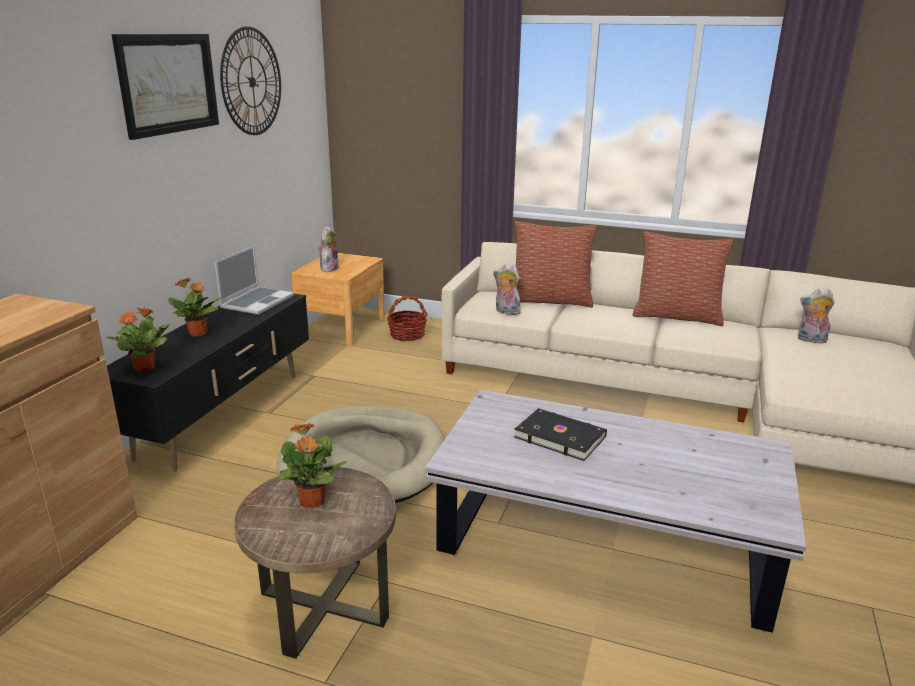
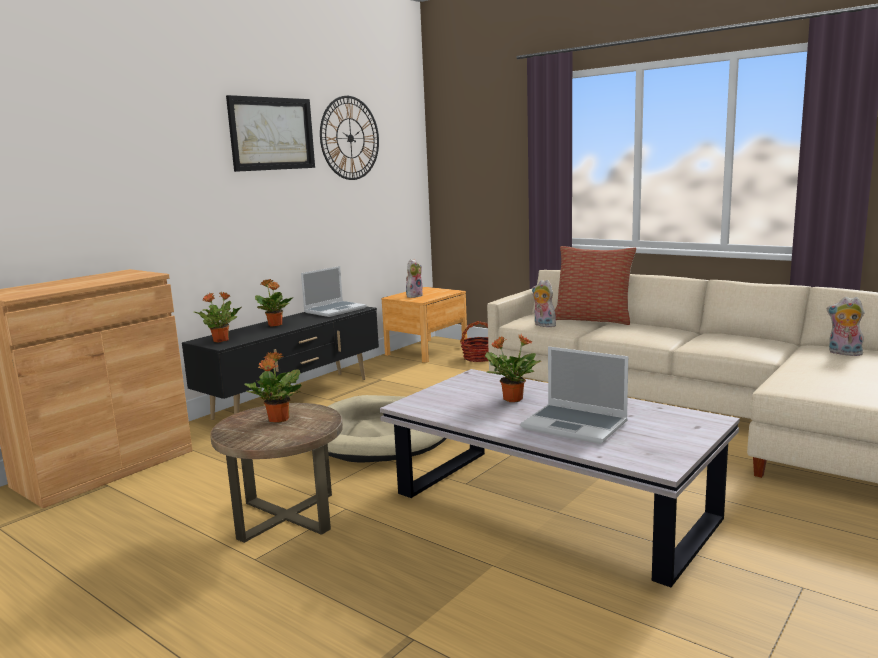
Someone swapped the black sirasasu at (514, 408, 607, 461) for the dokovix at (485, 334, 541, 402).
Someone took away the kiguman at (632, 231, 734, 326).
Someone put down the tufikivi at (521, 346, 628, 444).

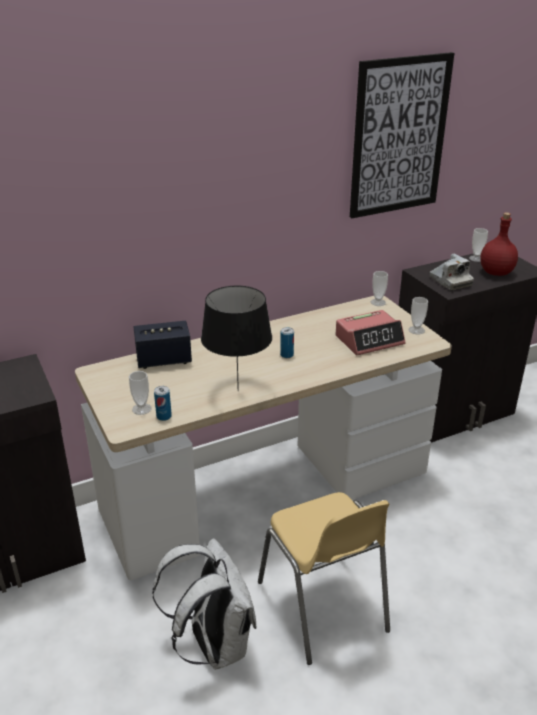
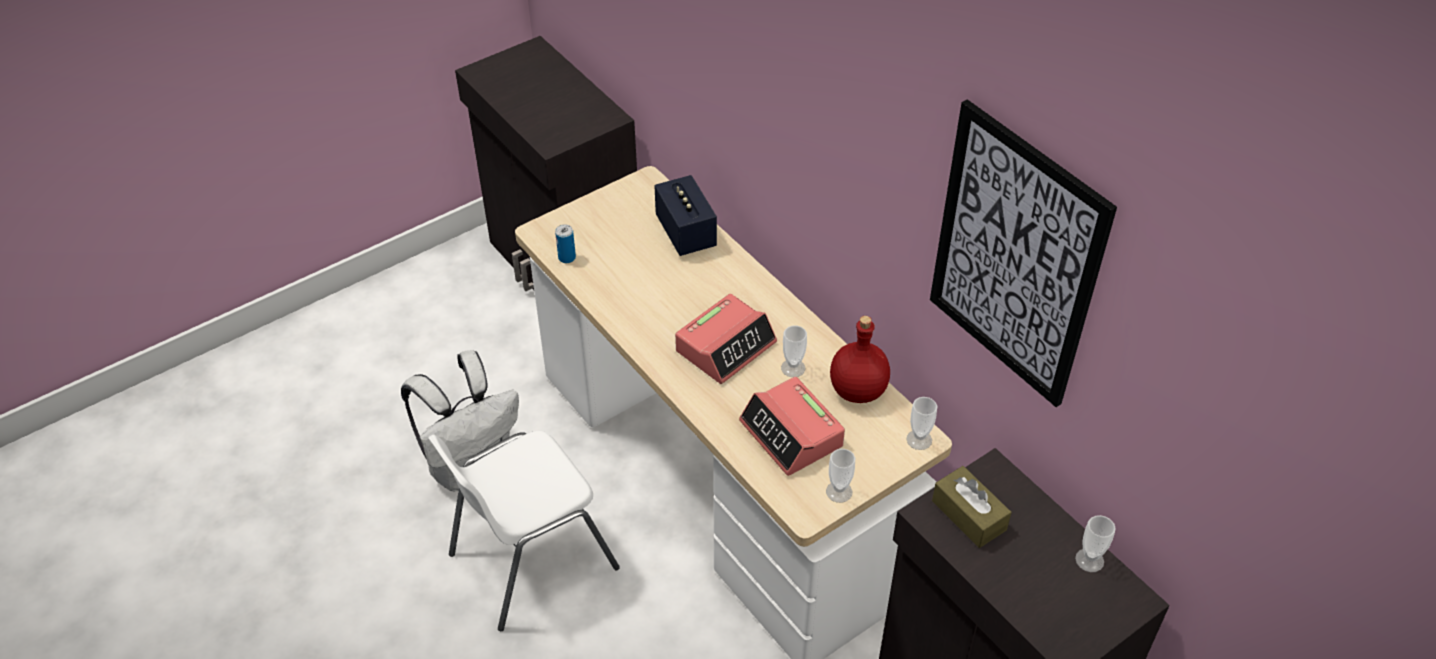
Someone carried the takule from (129, 371, 152, 415) to (781, 326, 807, 377).
Someone took away the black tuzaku at (201, 286, 272, 391).
Someone repainted the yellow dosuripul at (258, 492, 390, 665), which became the white dosuripul at (428, 431, 620, 631).
Someone swapped the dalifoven at (280, 327, 294, 358) for the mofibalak at (675, 294, 777, 384).
Someone swapped the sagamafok at (430, 253, 474, 290) for the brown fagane at (932, 466, 1011, 548).
Someone carried the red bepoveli from (480, 212, 518, 276) to (830, 316, 890, 403).

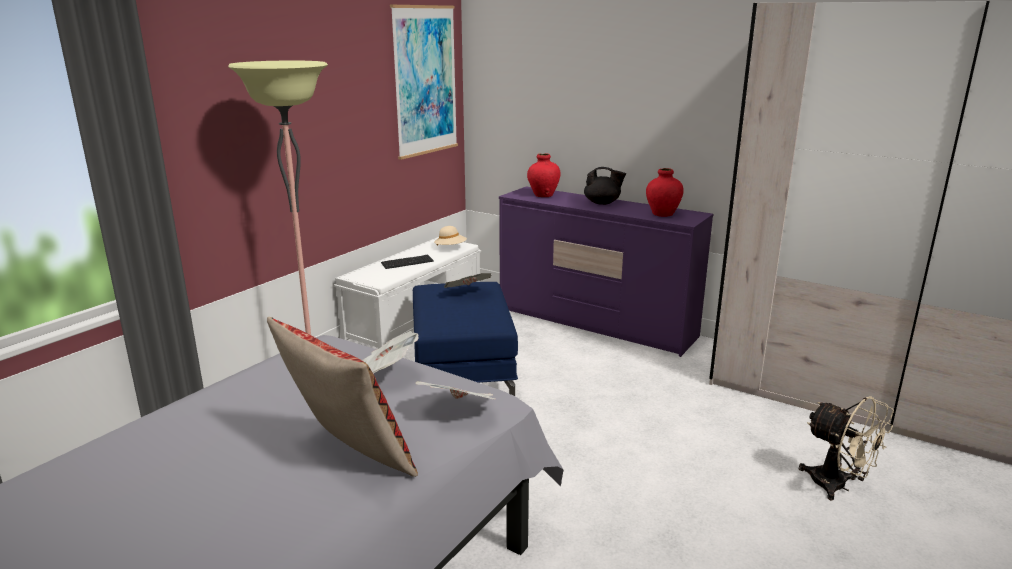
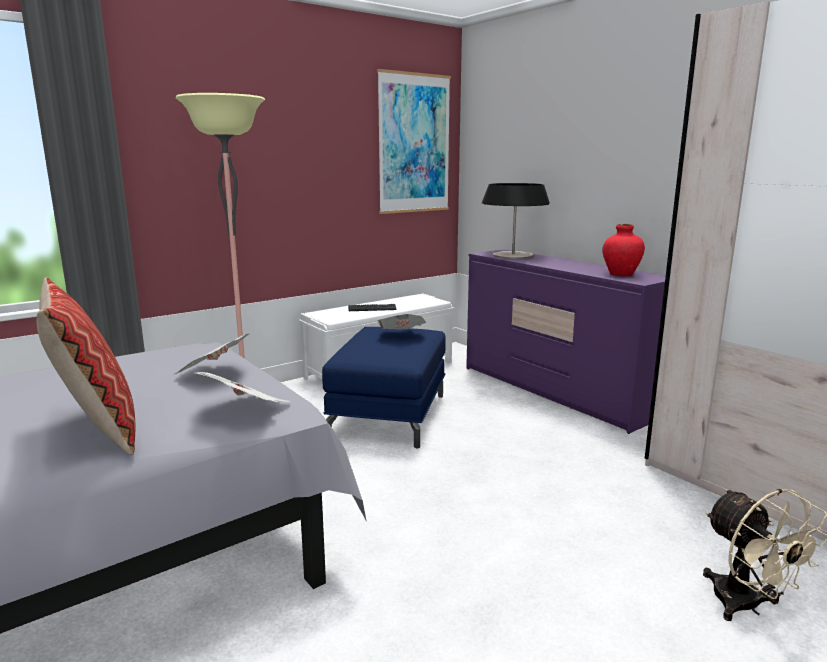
Someone took away the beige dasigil at (434, 226, 467, 246).
Someone swapped the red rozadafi at (527, 153, 561, 197) for the tuzaku at (482, 183, 550, 259).
Someone took away the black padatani at (584, 167, 626, 205).

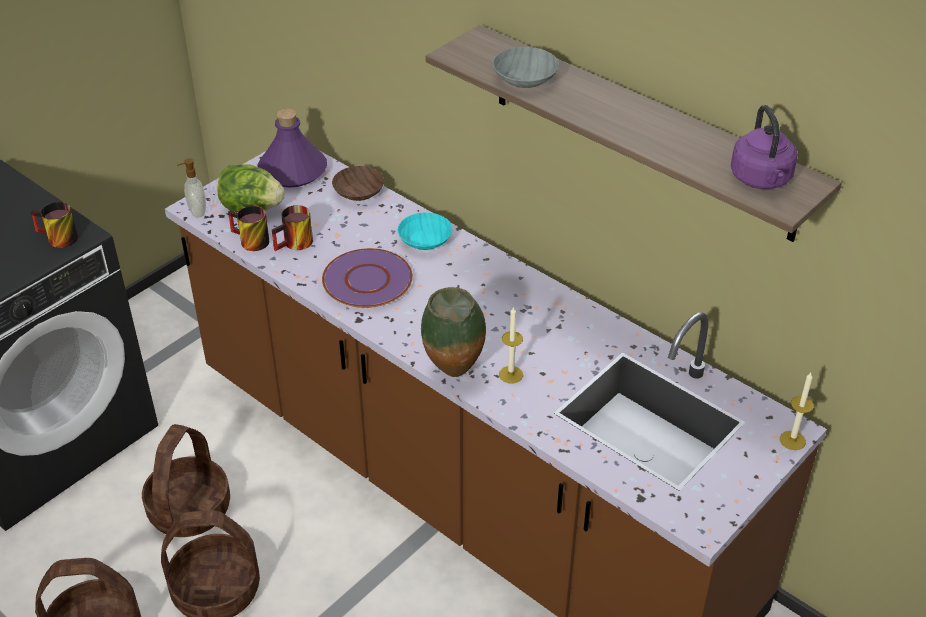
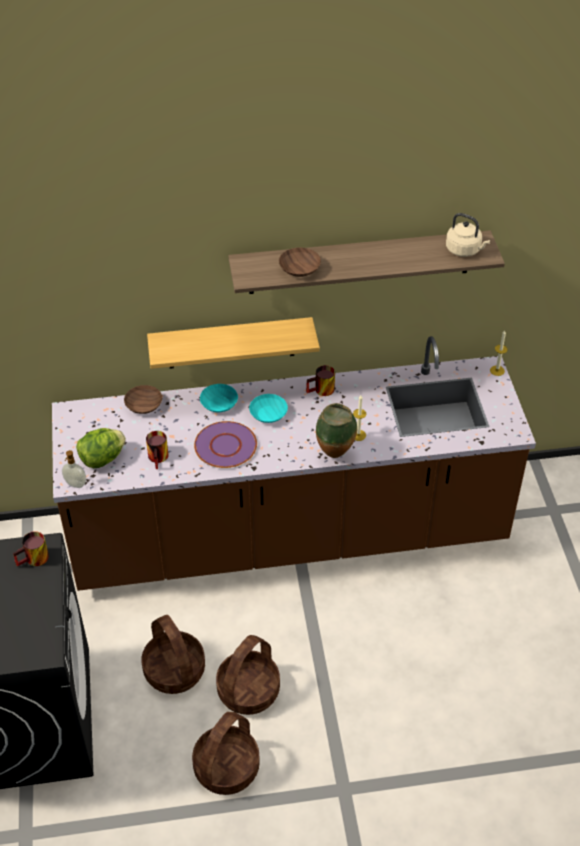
Someone carried the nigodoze from (228, 206, 269, 251) to (306, 365, 335, 396).
Someone took away the purple bepoveli at (257, 109, 327, 188).
Someone repainted the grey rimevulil at (493, 47, 559, 88), which became the brown rimevulil at (279, 248, 321, 277).
Someone repainted the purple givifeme at (731, 105, 798, 189), which became the beige givifeme at (446, 213, 490, 257).
Someone put up the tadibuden at (147, 317, 320, 369).
Someone put down the turquoise rimevulil at (249, 394, 288, 423).

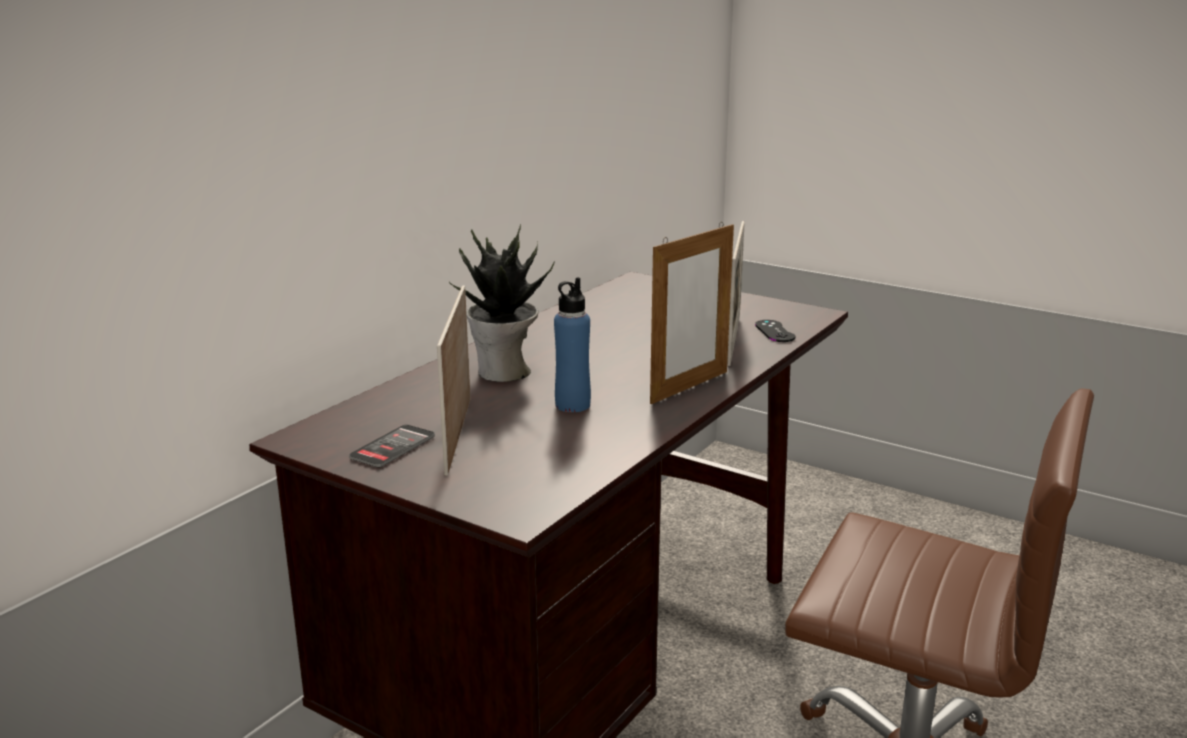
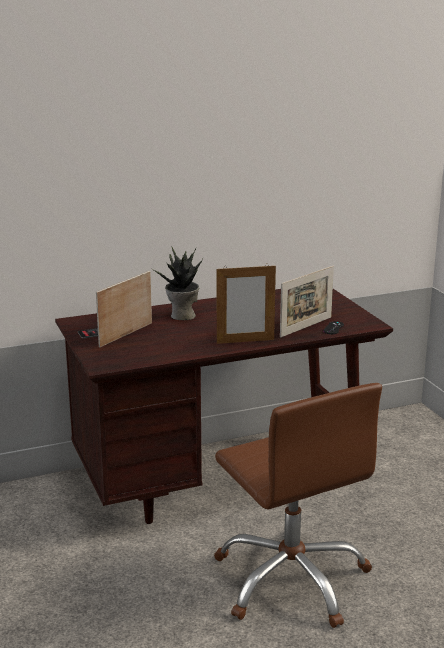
Someone took away the blue bepoveli at (554, 277, 591, 412).

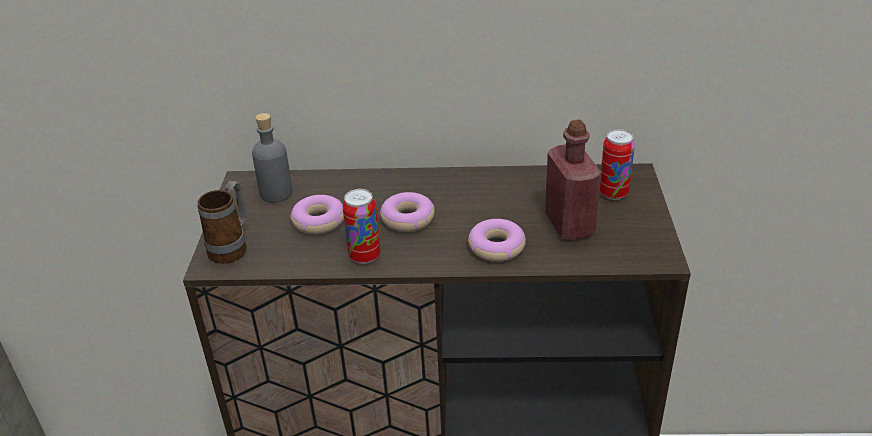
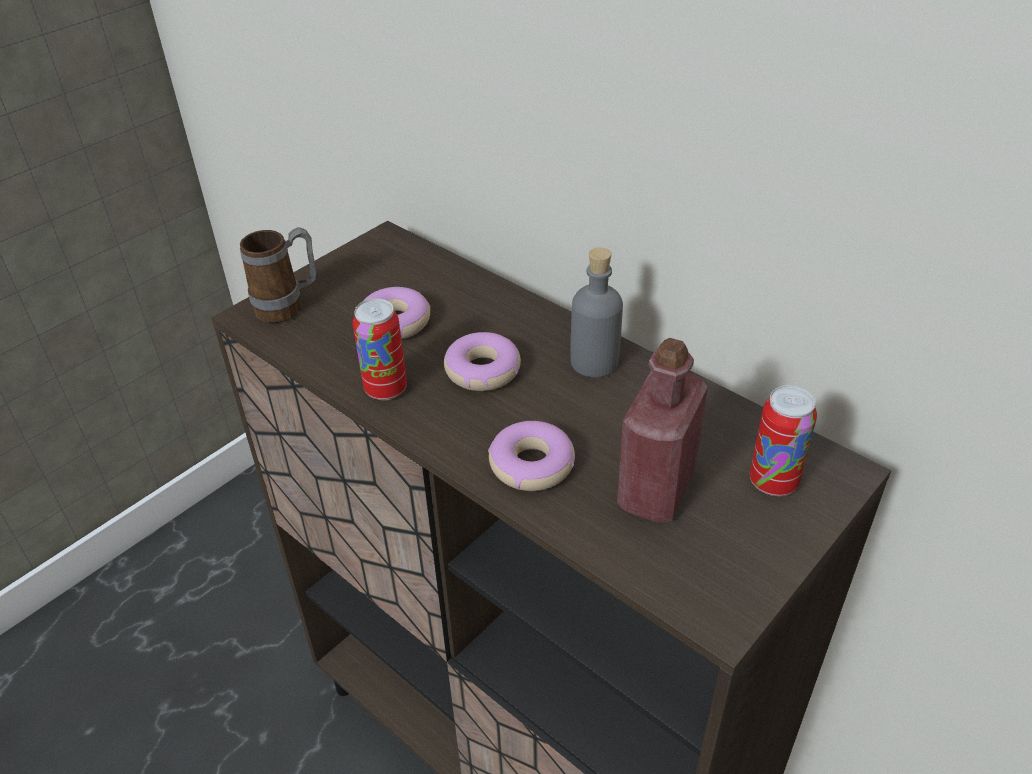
Someone carried the grey bepoveli from (252, 113, 293, 202) to (570, 247, 623, 377).

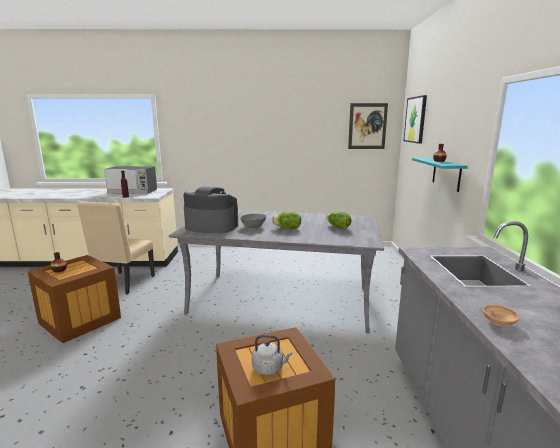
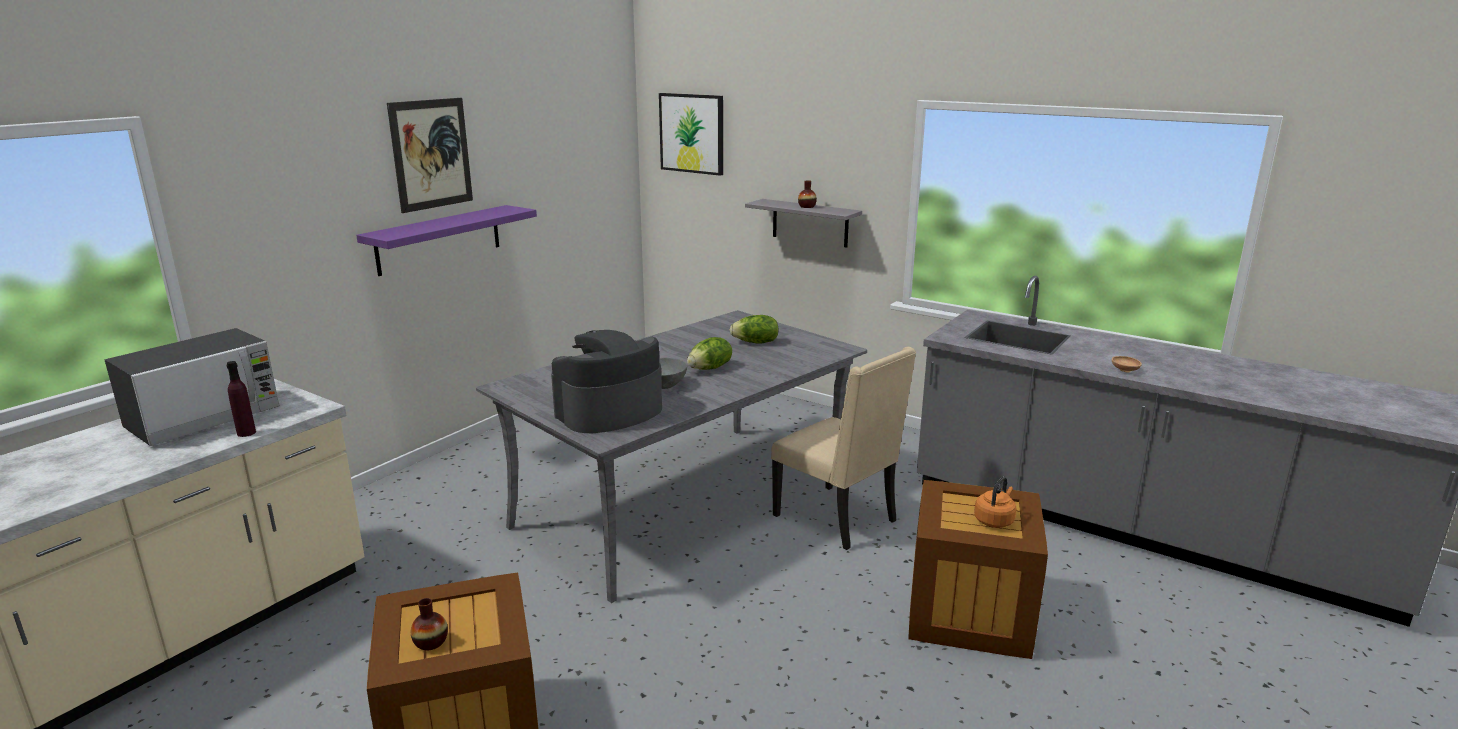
Someone carried the beige dosuripul from (77, 201, 155, 295) to (771, 347, 916, 550).
Someone repainted the grey givifeme at (252, 335, 292, 375), which became the orange givifeme at (974, 476, 1016, 528).
Someone carried the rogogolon from (348, 103, 388, 149) to (387, 98, 473, 213).
Someone repainted the turquoise tadibuden at (412, 158, 468, 192), which became the grey tadibuden at (745, 199, 862, 247).
Someone put up the purple tadibuden at (356, 205, 537, 276).

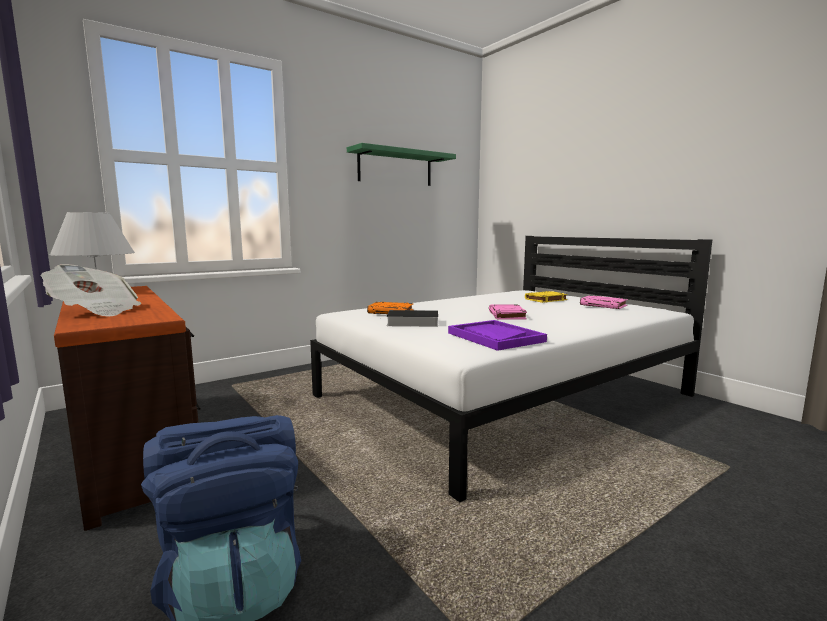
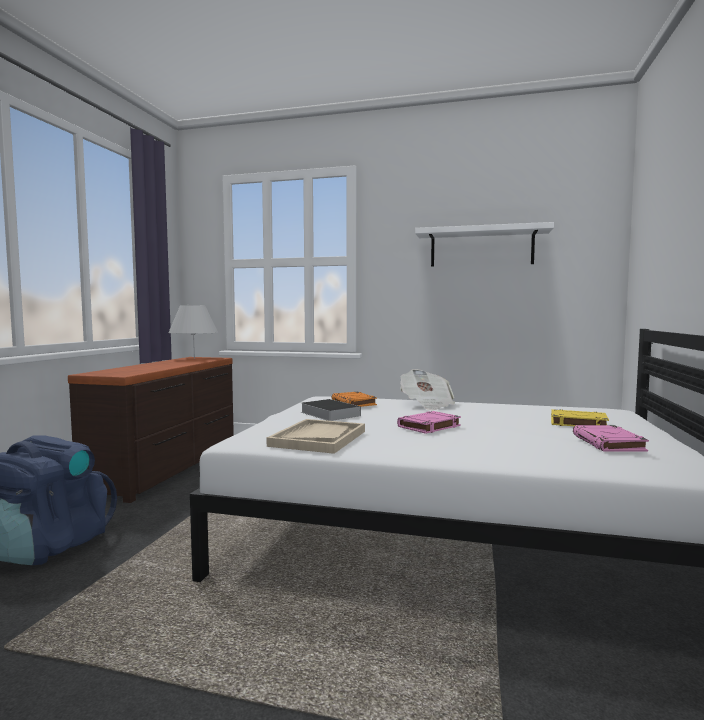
Someone carried the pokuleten from (41, 264, 142, 317) to (400, 369, 455, 410).
Someone repainted the green tadibuden at (347, 143, 456, 186), which became the white tadibuden at (415, 222, 554, 267).
Someone repainted the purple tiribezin at (448, 320, 547, 351), which became the beige tiribezin at (267, 419, 365, 454).

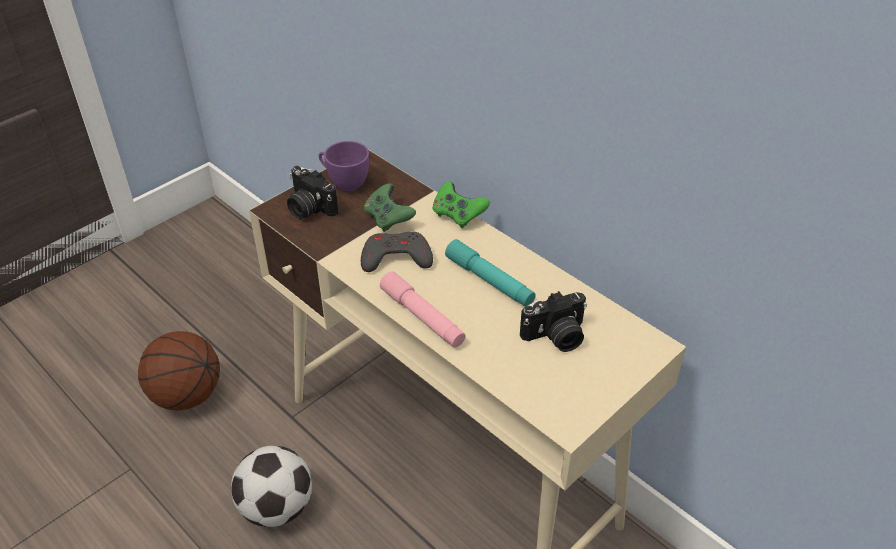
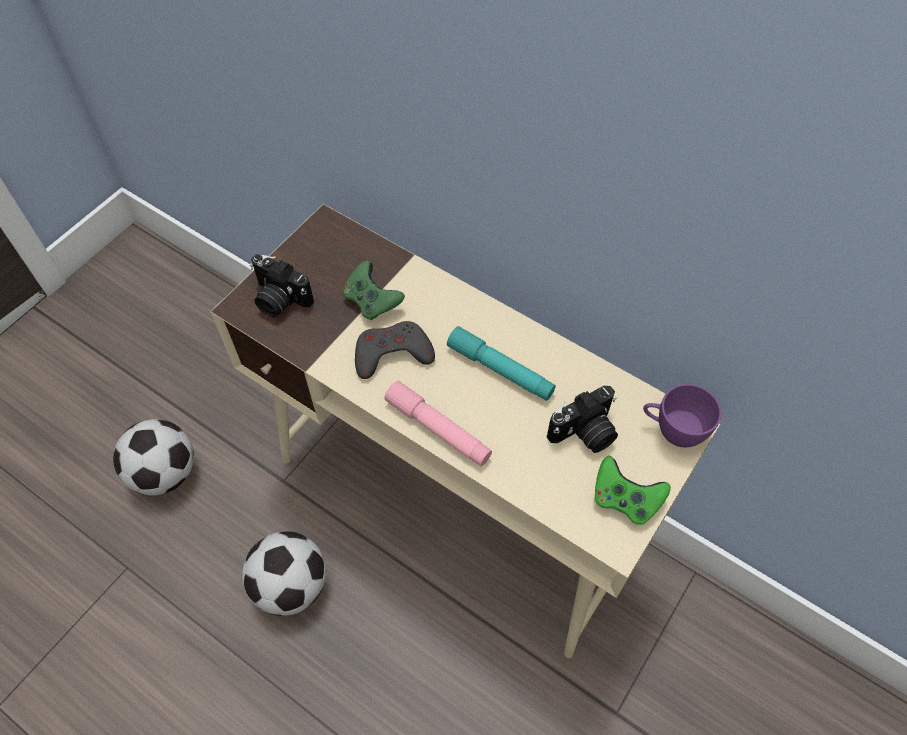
Someone swapped the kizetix at (138, 331, 220, 411) for the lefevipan at (113, 419, 194, 496).
Someone carried the purple takule from (319, 141, 369, 191) to (643, 384, 722, 447).
Someone carried the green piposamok from (432, 181, 490, 228) to (595, 456, 671, 525).

